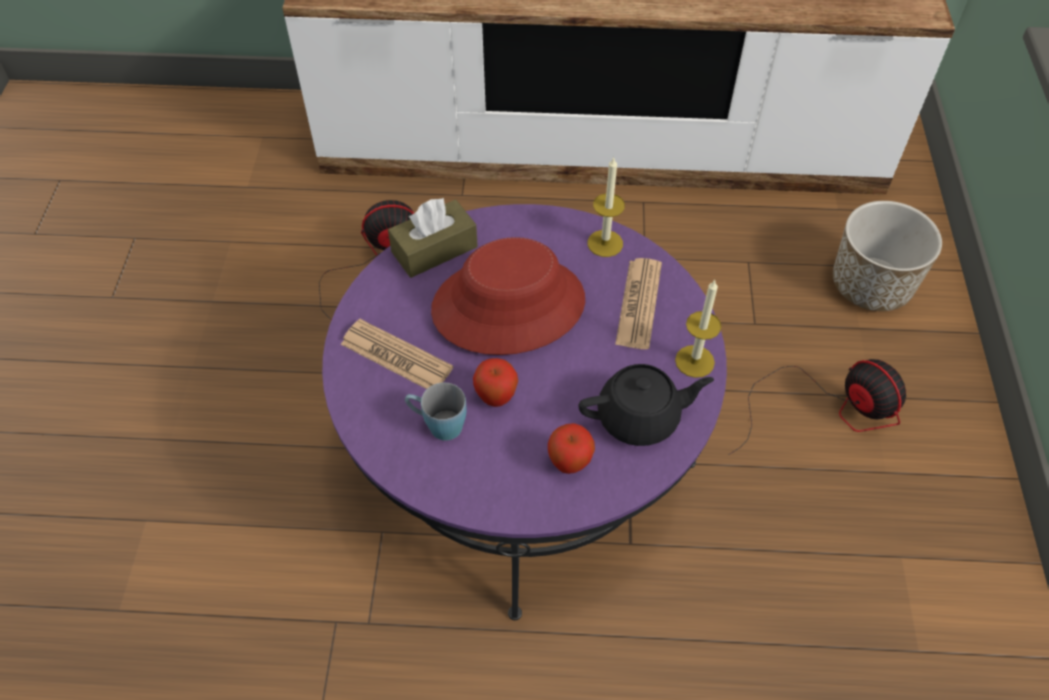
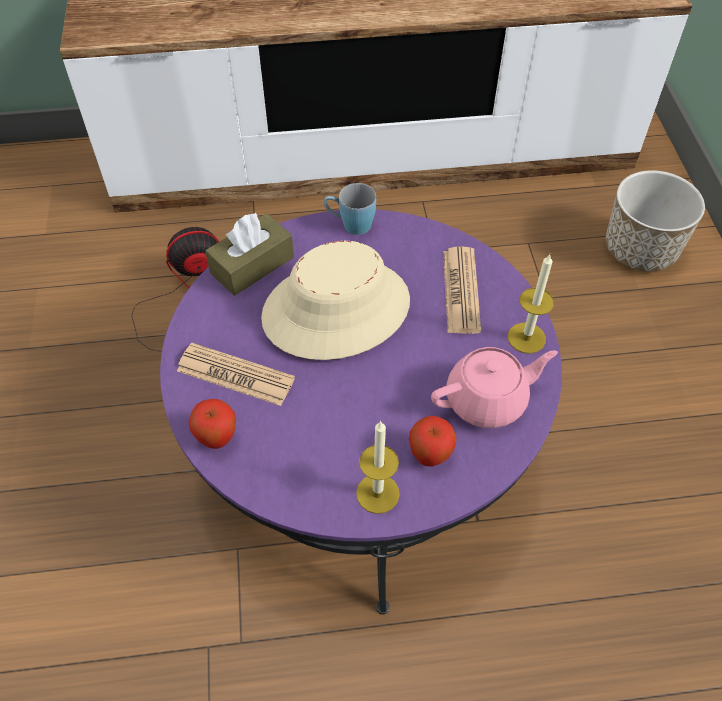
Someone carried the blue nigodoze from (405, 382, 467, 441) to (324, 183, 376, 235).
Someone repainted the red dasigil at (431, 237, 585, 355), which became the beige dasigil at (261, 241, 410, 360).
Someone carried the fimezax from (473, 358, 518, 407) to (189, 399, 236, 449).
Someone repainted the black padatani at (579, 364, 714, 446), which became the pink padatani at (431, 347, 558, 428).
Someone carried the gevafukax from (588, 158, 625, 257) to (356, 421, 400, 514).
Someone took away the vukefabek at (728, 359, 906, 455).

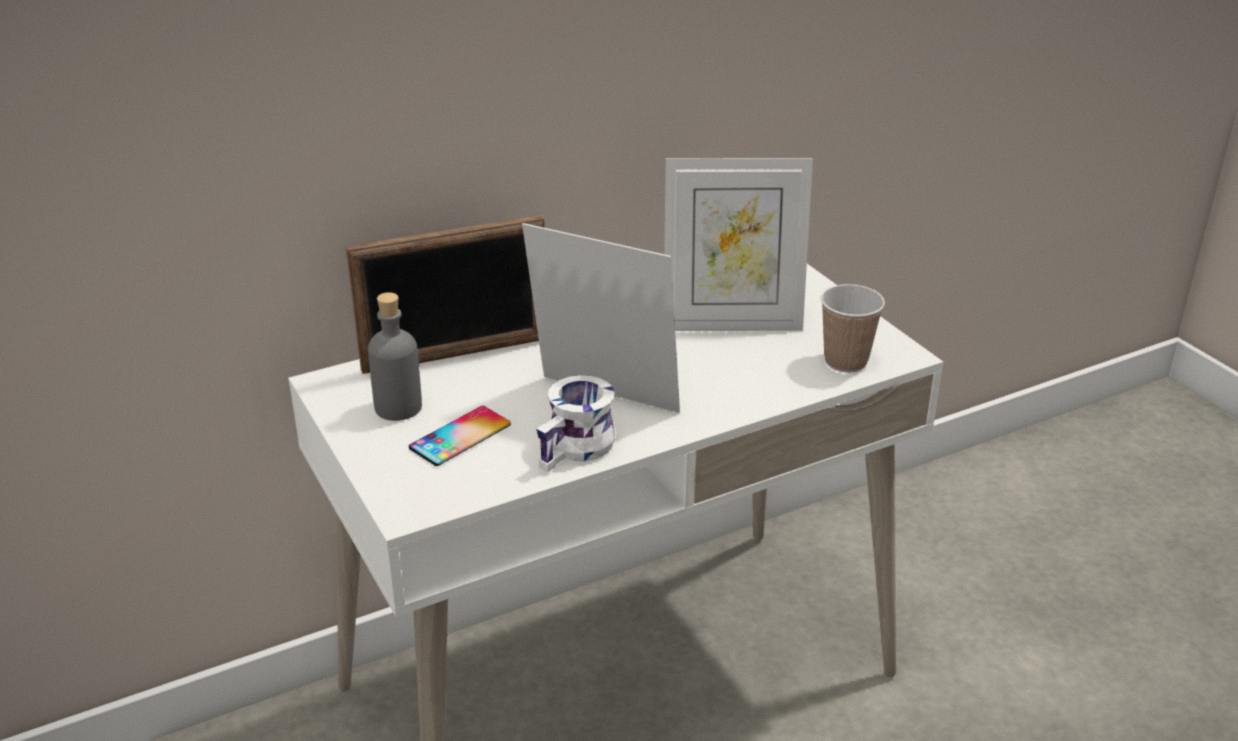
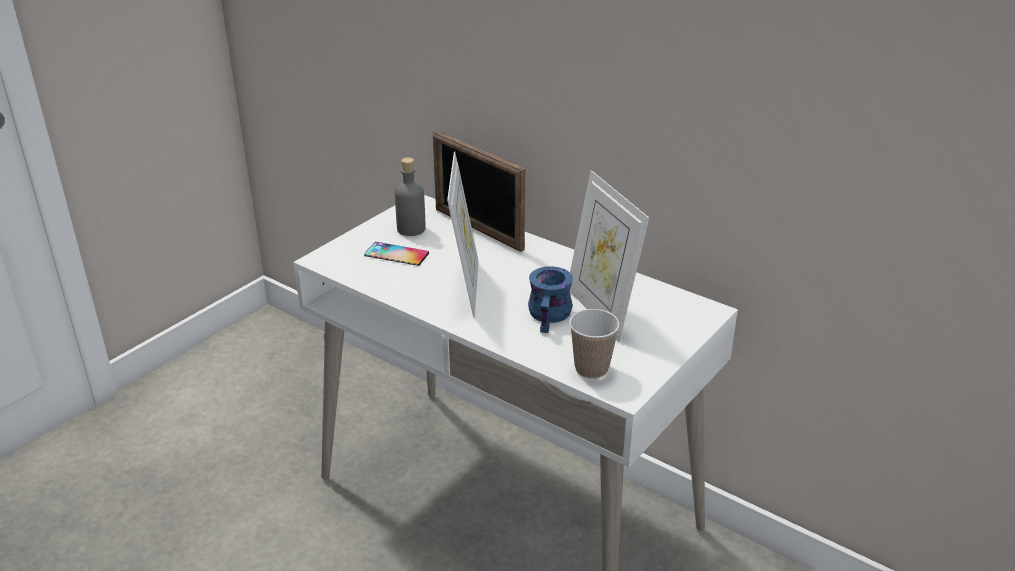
Someone took away the white nigodoze at (536, 375, 616, 472).
Someone put down the blue nigodoze at (528, 266, 573, 333).

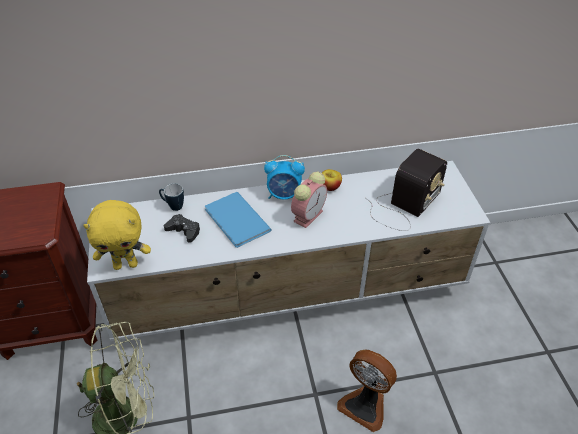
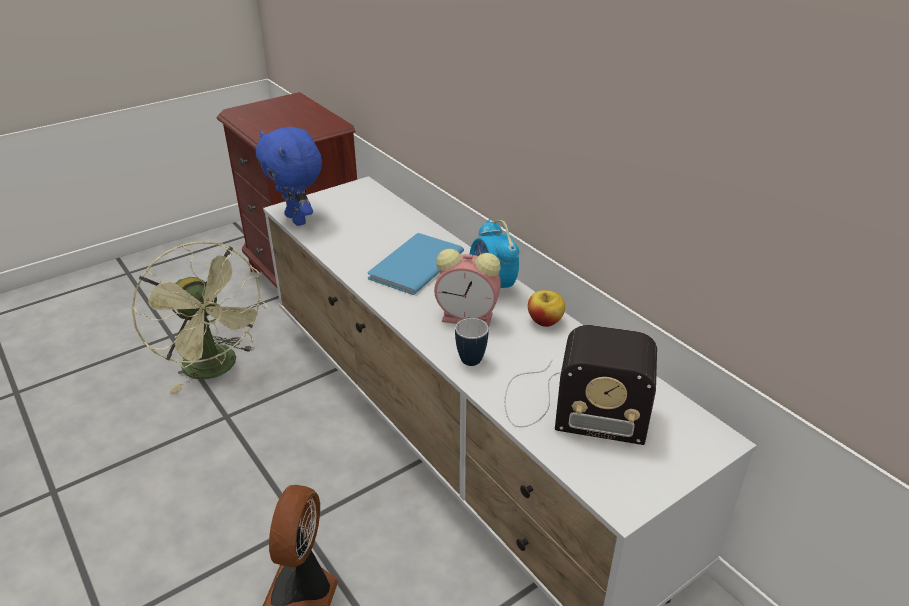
Someone repainted the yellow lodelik at (83, 200, 151, 270), which became the blue lodelik at (256, 127, 322, 226).
Someone carried the nigodoze from (159, 183, 184, 211) to (455, 317, 488, 366).
Someone took away the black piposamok at (164, 214, 200, 243).

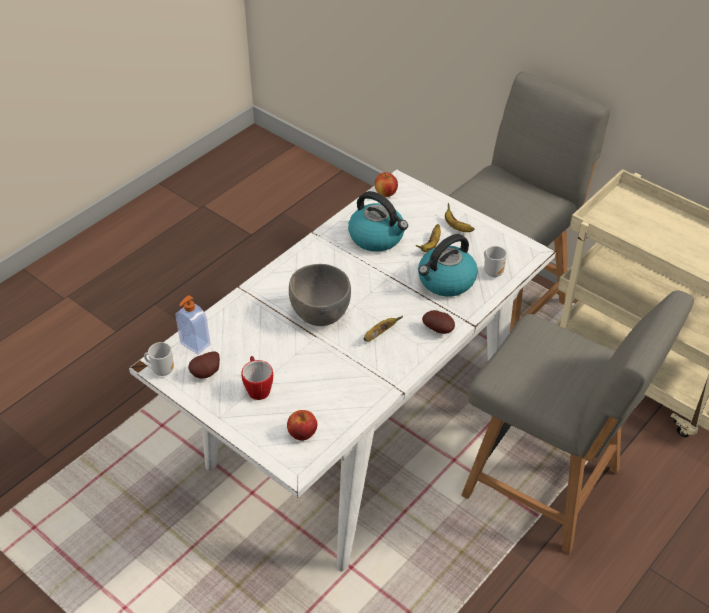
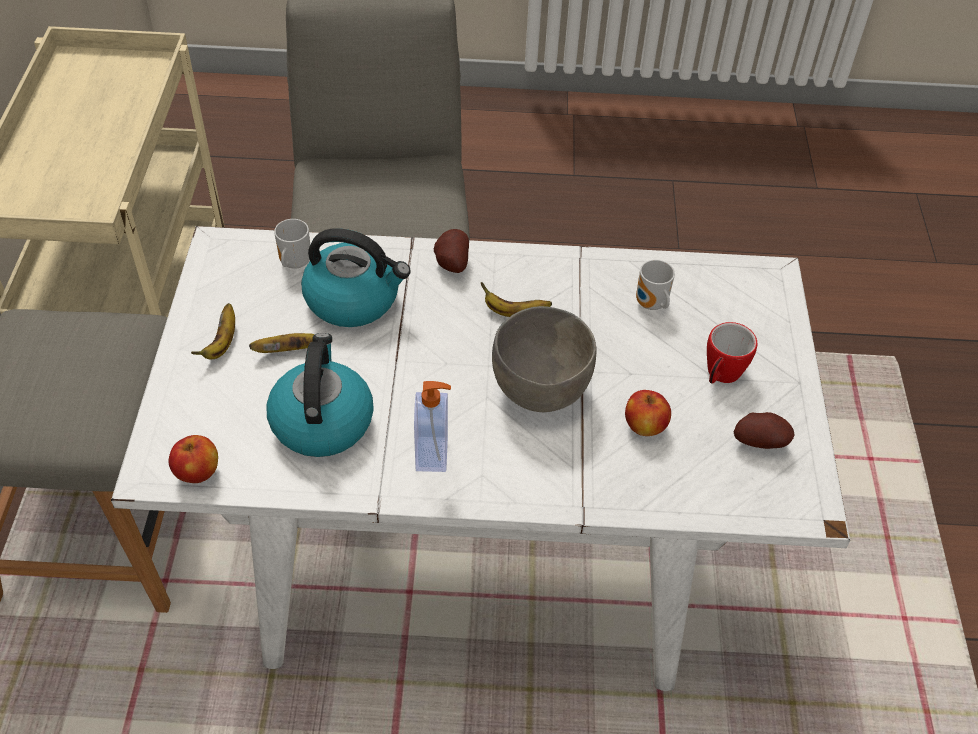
Someone carried the nigodoze from (144, 342, 174, 376) to (636, 260, 675, 310).
Someone carried the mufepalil from (175, 295, 210, 355) to (414, 381, 451, 472).
Someone carried the fimezax from (287, 410, 317, 441) to (625, 390, 671, 436).

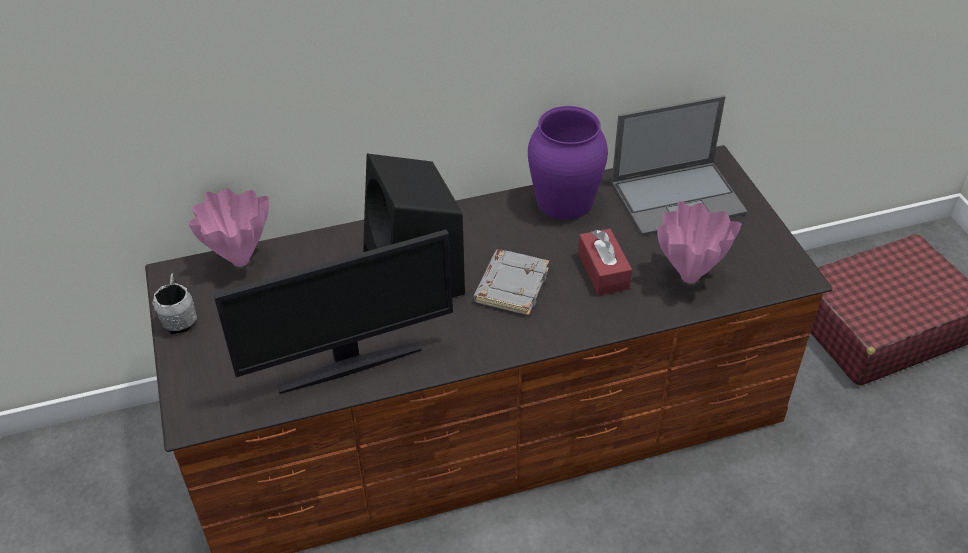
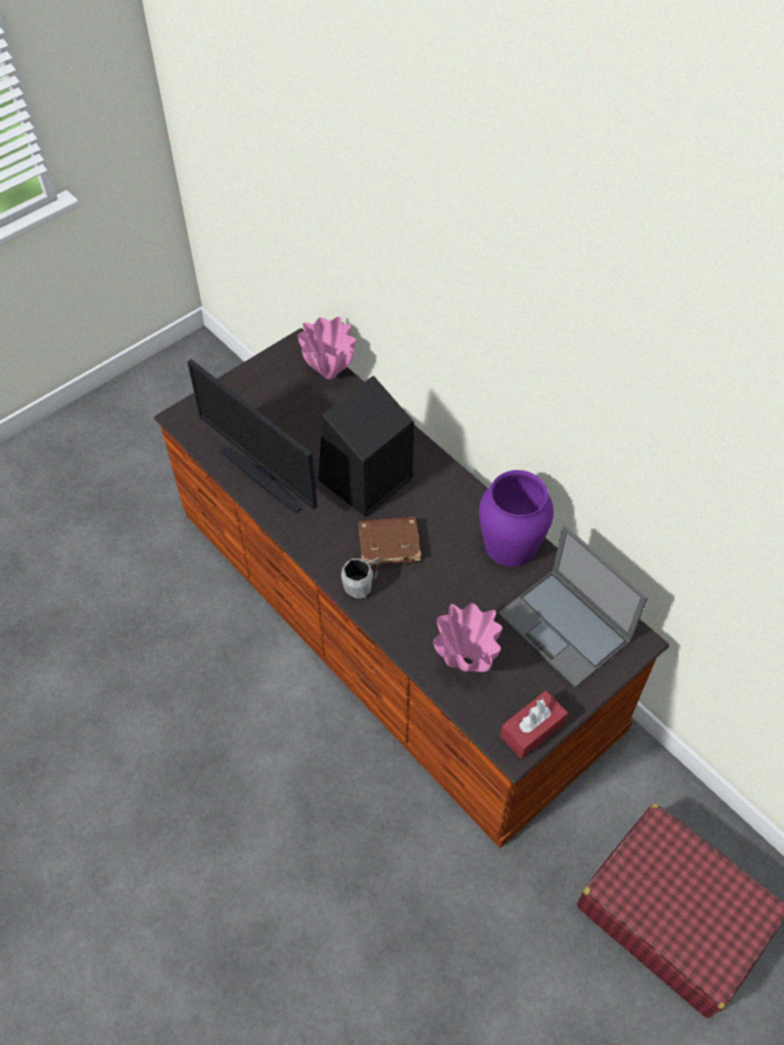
Someone carried the grey nigodoze from (153, 273, 197, 334) to (341, 557, 379, 598).
Someone repainted the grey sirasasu at (474, 249, 549, 316), which became the brown sirasasu at (359, 517, 421, 566).
Someone carried the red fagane from (578, 229, 632, 295) to (500, 691, 568, 759).

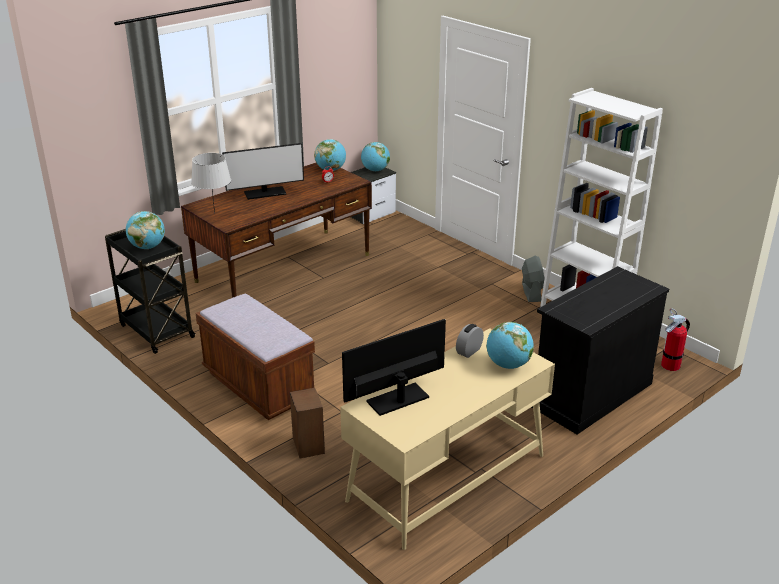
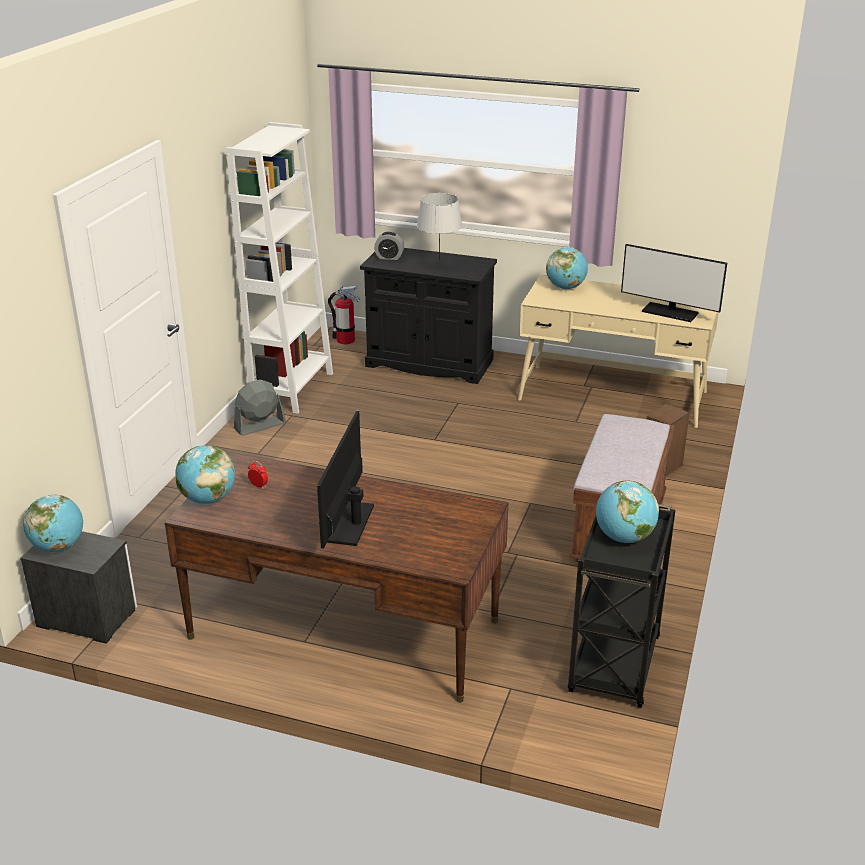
Someone carried the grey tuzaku from (191, 153, 231, 214) to (417, 193, 462, 265).
Someone rotated the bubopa at (222, 143, 304, 200) by 120 degrees counterclockwise.
Someone carried the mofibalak from (456, 324, 484, 358) to (374, 232, 404, 260).

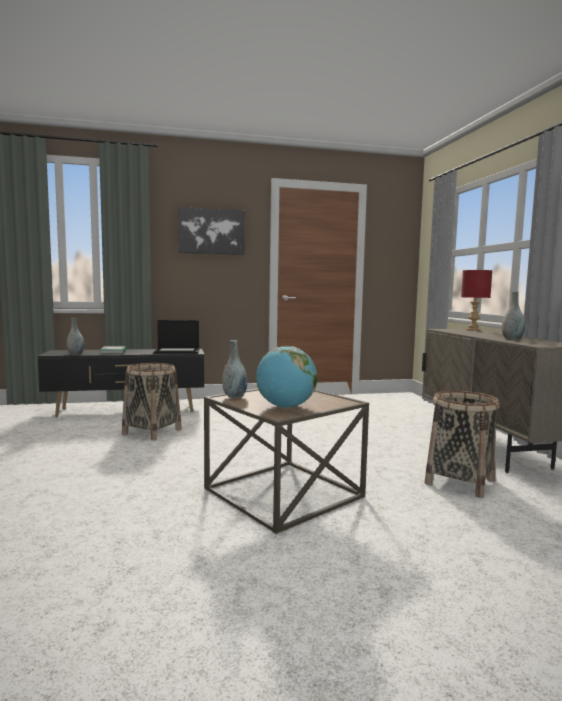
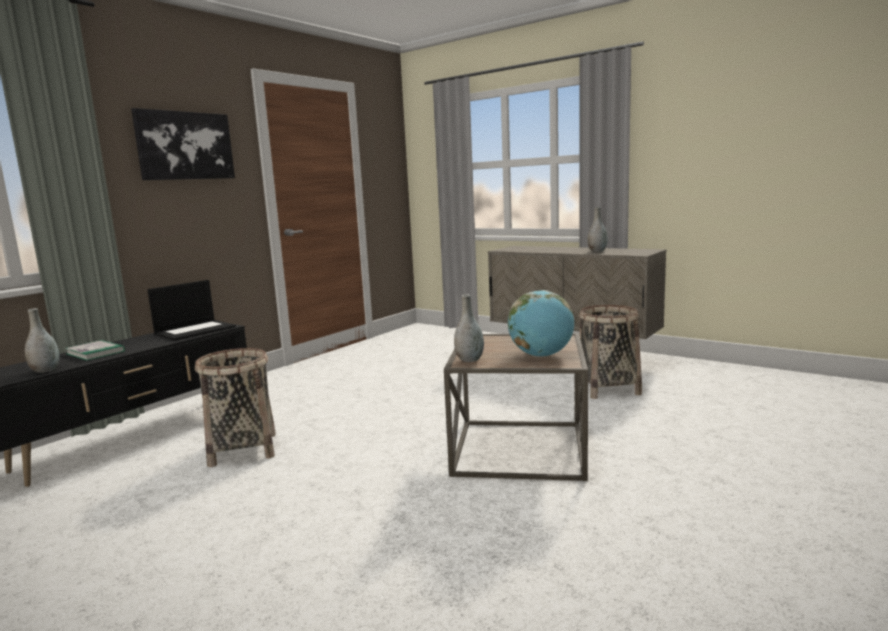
Someone took away the red tuzaku at (461, 270, 492, 331).

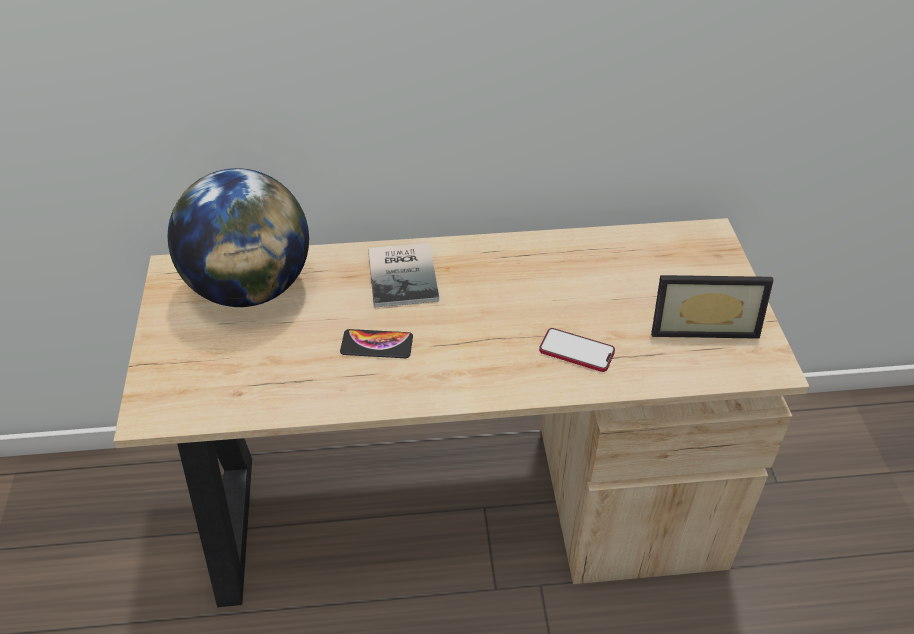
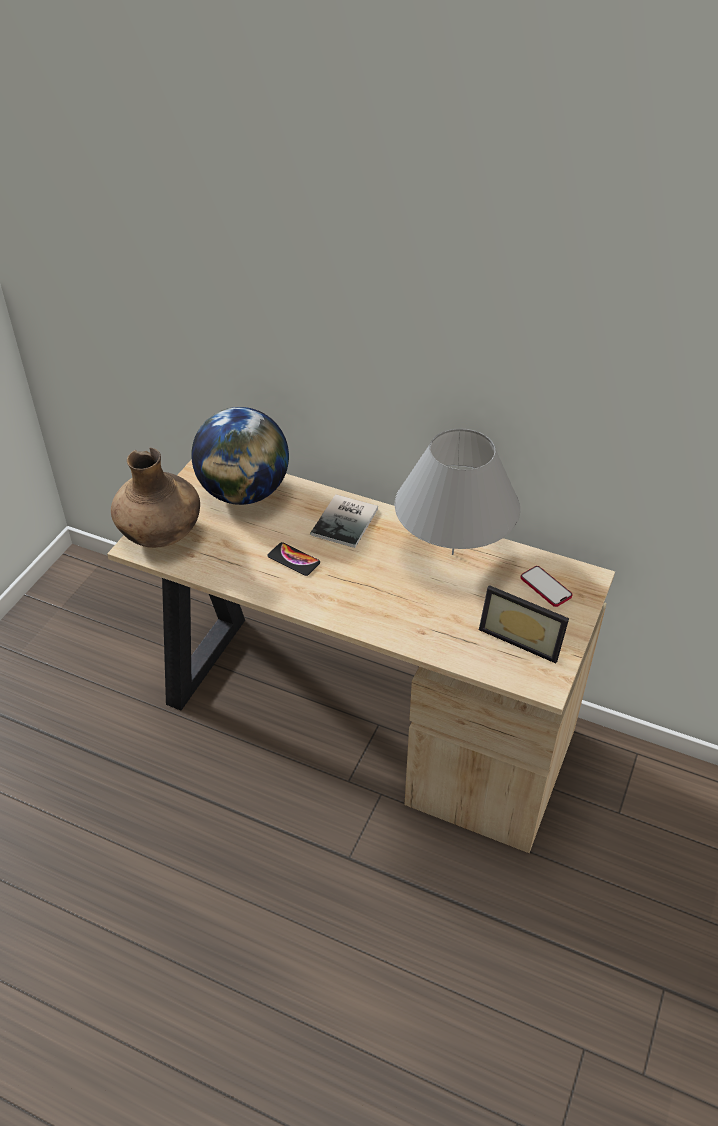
Someone carried the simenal from (539, 328, 615, 372) to (521, 566, 573, 607).
Someone put down the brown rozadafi at (111, 448, 200, 548).
Someone put down the grey tuzaku at (394, 428, 520, 555).

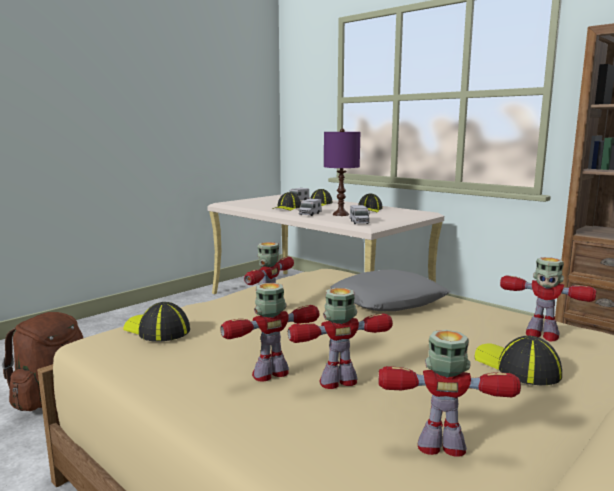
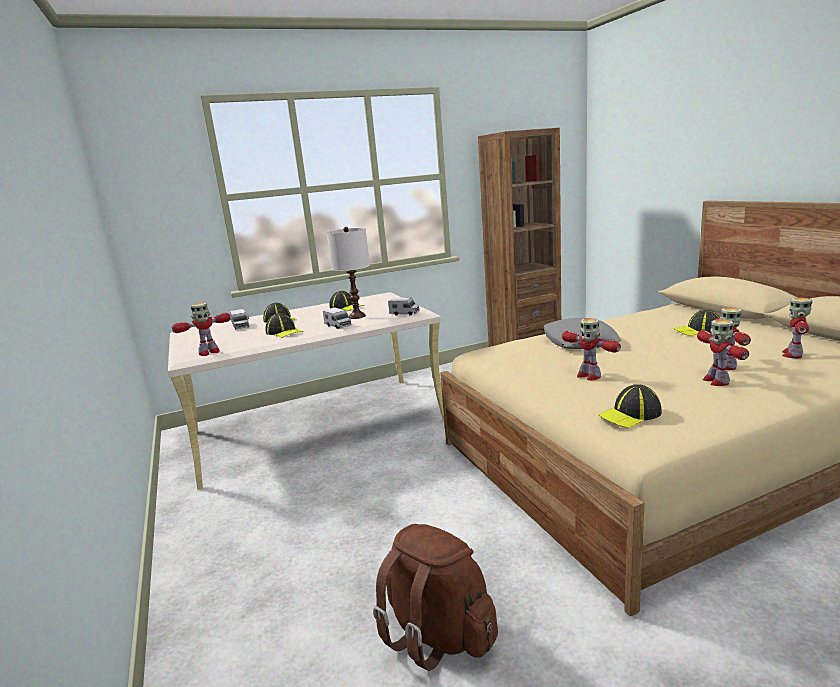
Someone repainted the purple tuzaku at (324, 128, 360, 216), which became the white tuzaku at (327, 227, 370, 319).
Someone carried the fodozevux from (500, 257, 596, 342) to (172, 302, 231, 356).

